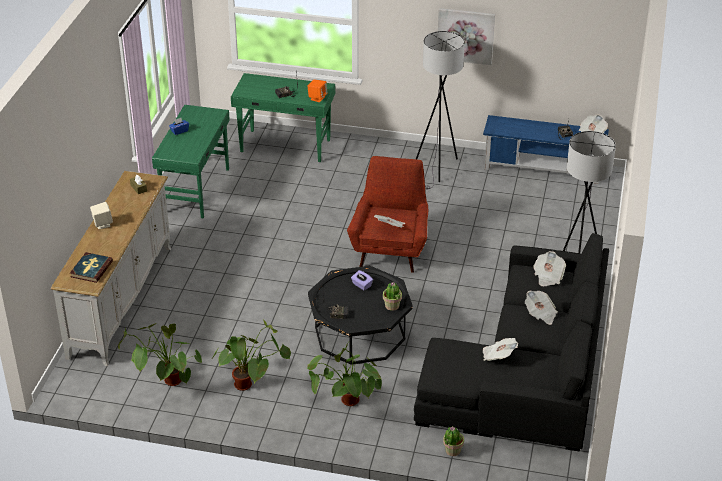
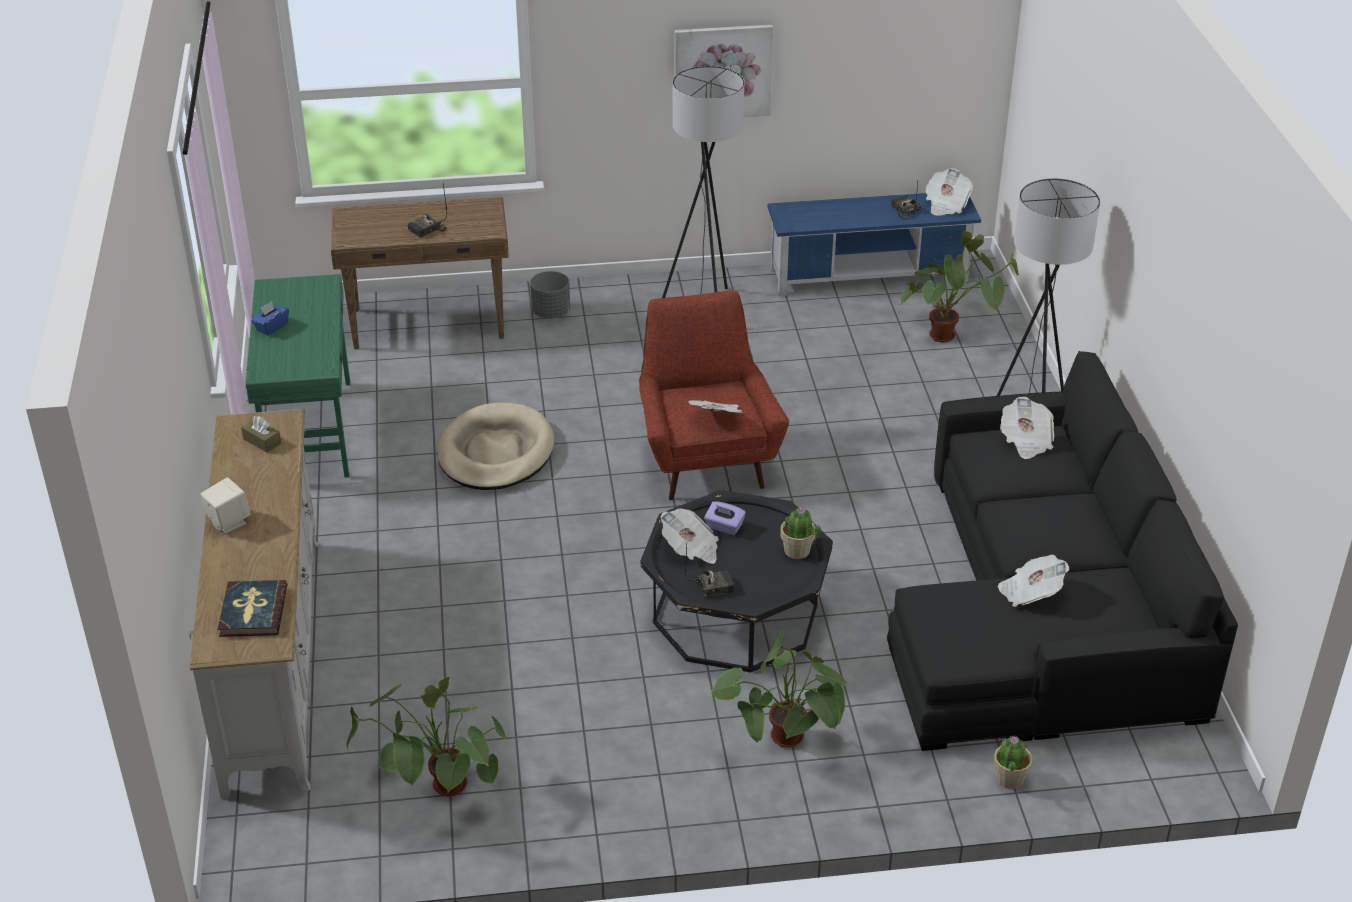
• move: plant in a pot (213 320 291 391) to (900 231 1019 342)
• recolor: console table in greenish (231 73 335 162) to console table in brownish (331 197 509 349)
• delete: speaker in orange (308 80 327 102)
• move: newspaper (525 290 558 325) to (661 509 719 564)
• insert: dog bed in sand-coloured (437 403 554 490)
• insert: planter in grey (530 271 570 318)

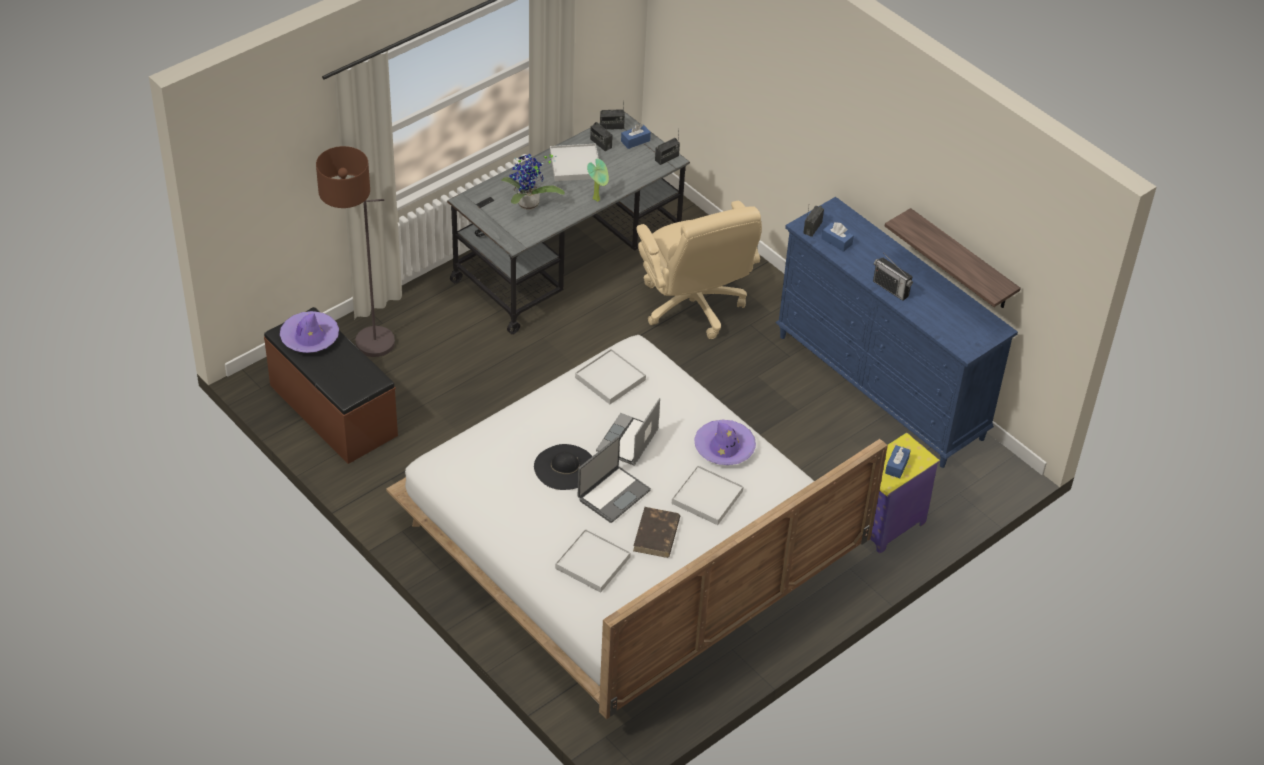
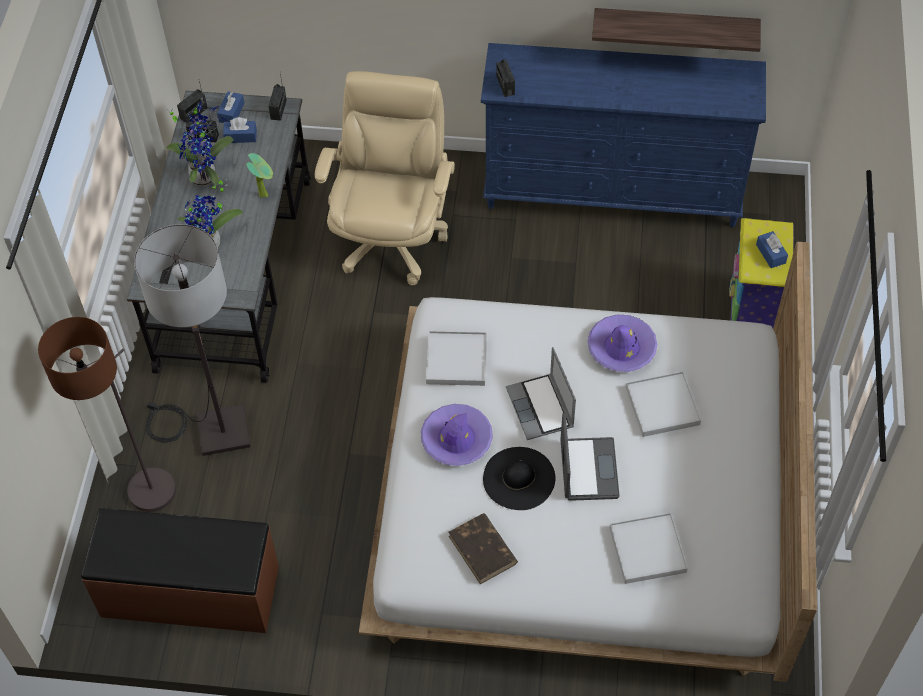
• move: clothing hat in purplish (280 311 339 353) to (421 404 493 466)
• replace: tray in white-coloured (550 144 598 181) to plant in a pot (166 102 233 186)
• move: book in brownish (633 507 680 558) to (448 513 518 584)
• rotate: desk chair in sand-coloured (637 201 762 339) = (315 71 455 285) 105 degrees counterclockwise
• move: tissue holder in bluish (821 222 854 252) to (223 117 257 143)
• delete: radio set (873 252 913 301)
• insert: floor lamp (134 224 251 456)

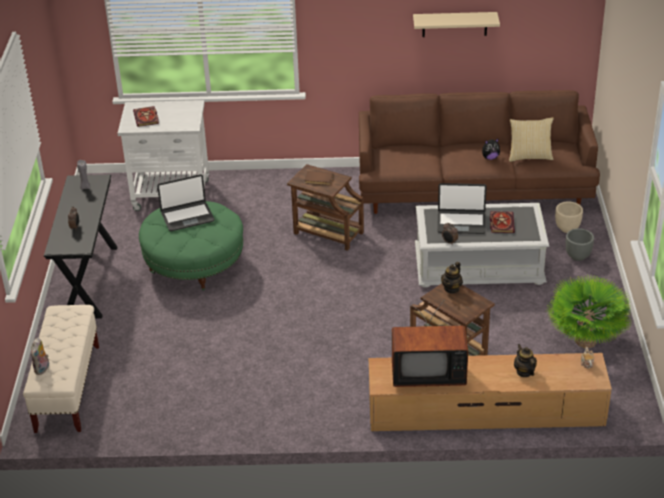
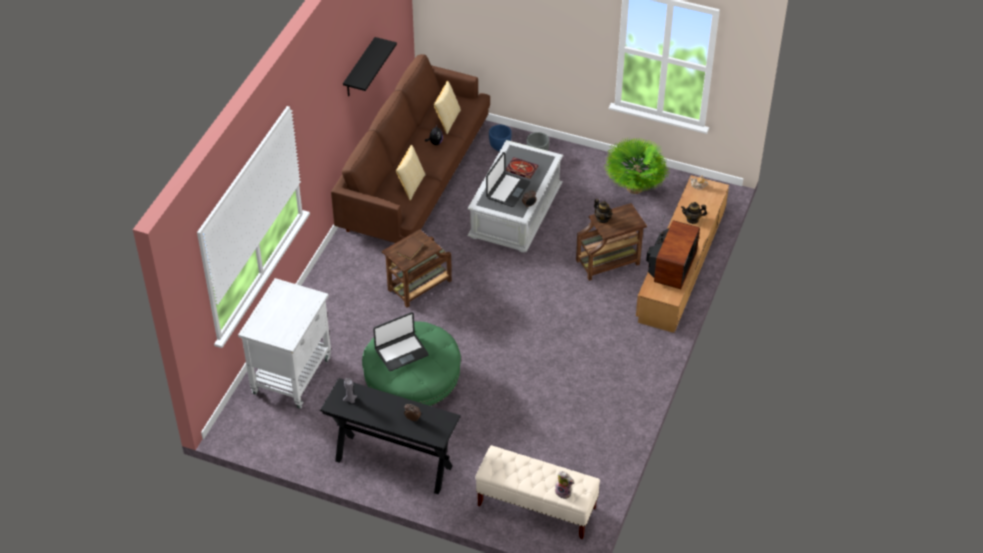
• delete: book (133 106 159 127)
• rotate: laptop (157 174 214 231) = (373 312 429 371) 60 degrees clockwise
• recolor: shelf in sand-coloured (413 12 500 37) to shelf in black (343 37 397 96)
• recolor: planter in sand-coloured (555 201 583 233) to planter in bluish (489 125 512 151)
• insert: pillow (396 145 426 201)

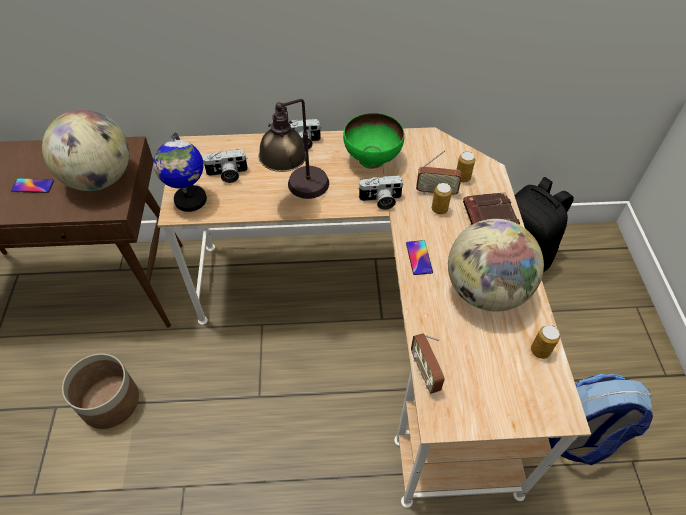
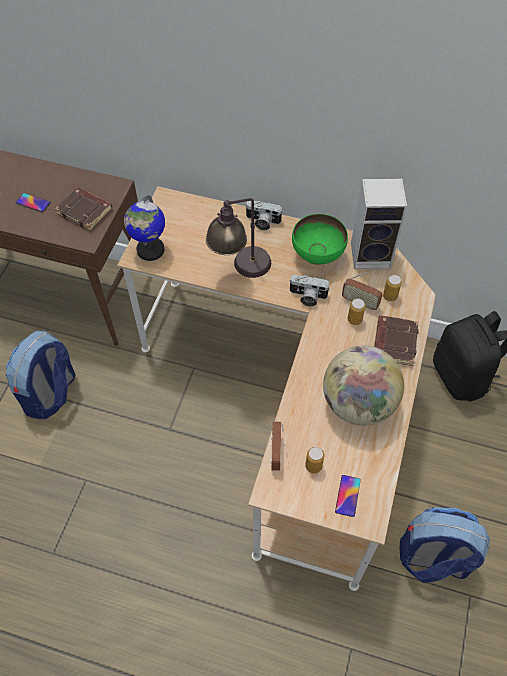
• replace: globe (42 110 129 191) to book in brownish (55 187 112 231)
• replace: planter (62 354 139 429) to knapsack (6 331 75 419)
• delete: photo camera (203 149 248 183)
• move: phone (406 240 433 275) to (335 475 361 517)
• move: sealed can (531 325 560 359) to (305 447 325 473)
• insert: speaker (351 179 407 269)

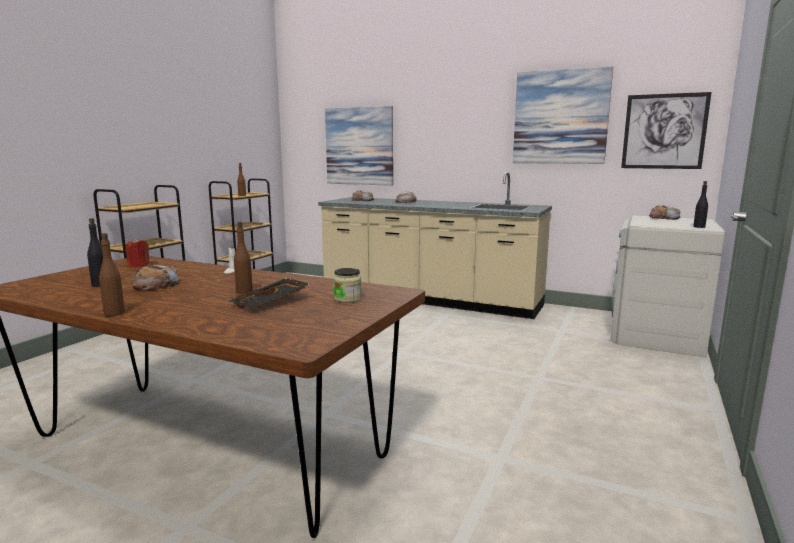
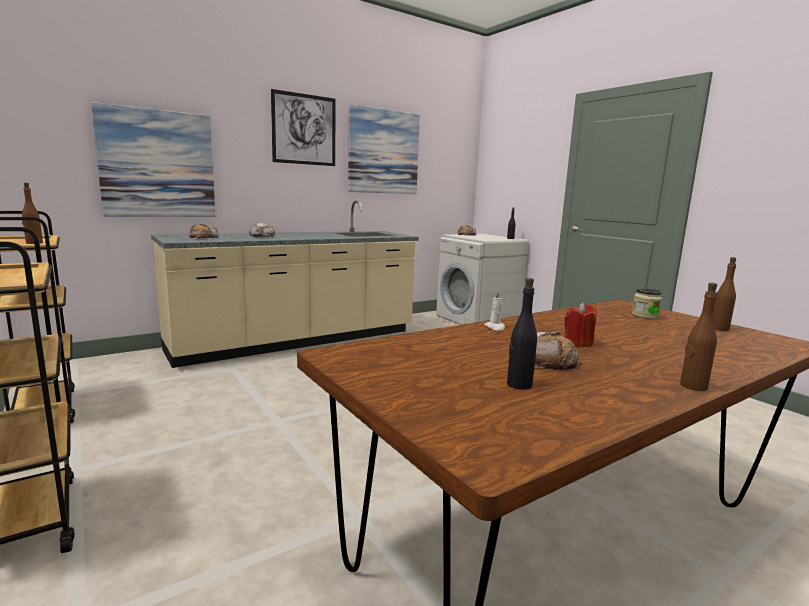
• move: candle in red-coloured (125 238 150 268) to (564 303 597 347)
• delete: tray in black (229 278 310 308)
• move: drink bottle in brownish (234 222 253 293) to (713 257 736 331)
• move: wall picture (621 92 711 169) to (271 89 336 166)

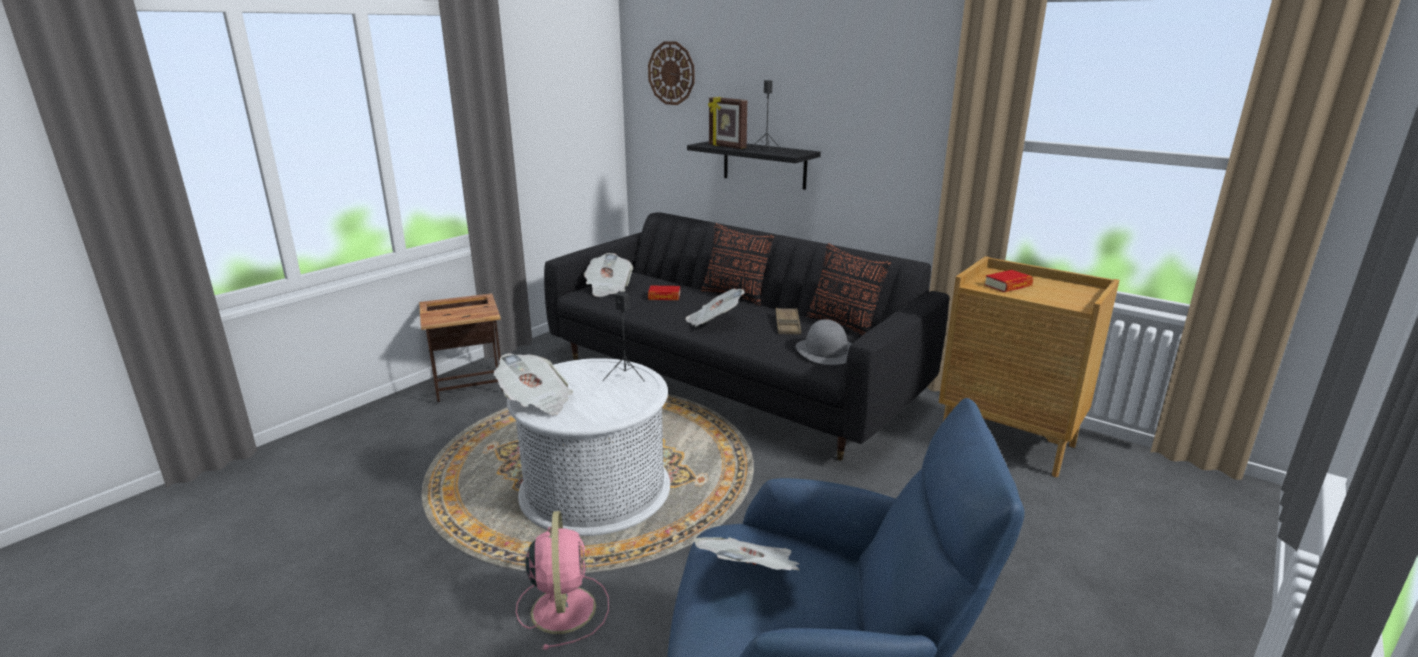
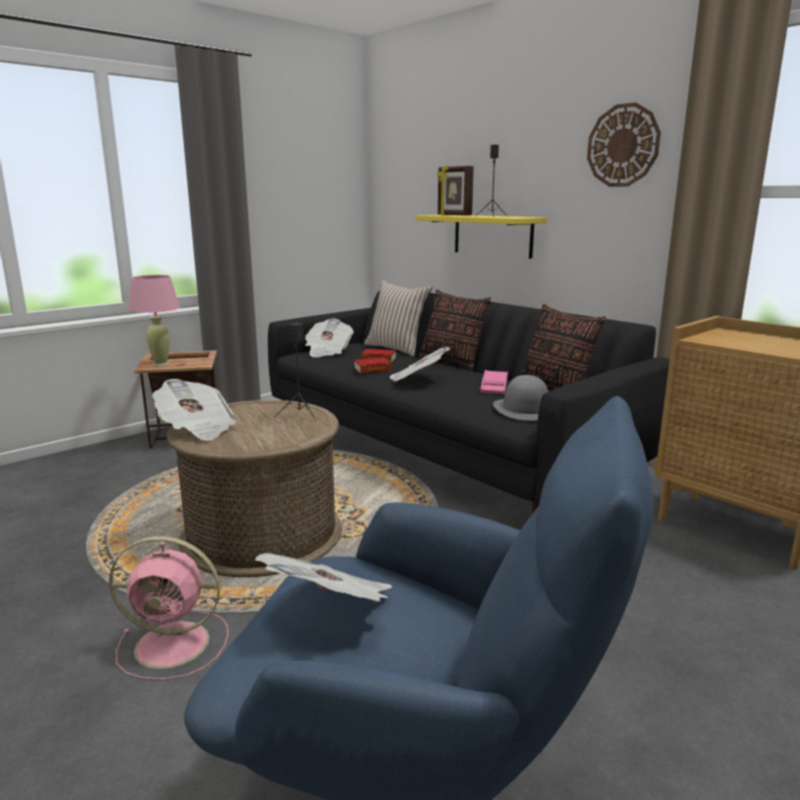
• recolor: lounge table in white-coloured (507 358 670 536) to lounge table in brownish (167 400 342 577)
• rotate: electric fan in pink-coloured (516 511 609 650) = (109 536 229 680) 90 degrees clockwise
• move: wall clock (648 41 694 105) to (587 102 661 187)
• recolor: shelf in black (687 141 821 190) to shelf in yellow-coloured (416 215 547 259)
• recolor: tray in brownish (776 308 801 335) to tray in pink-coloured (480 370 508 394)
• move: book (984 270 1033 292) to (354 358 392 374)
• insert: table lamp in pink-coloured (128 275 180 366)
• insert: pillow in sand-coloured (364 280 432 357)

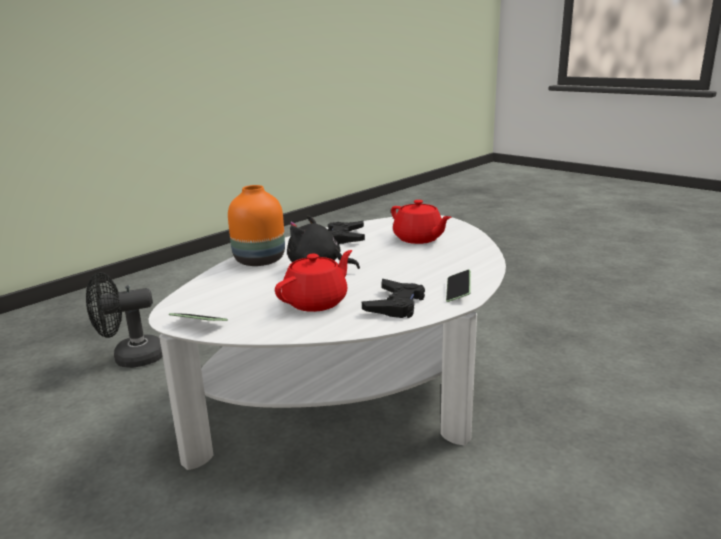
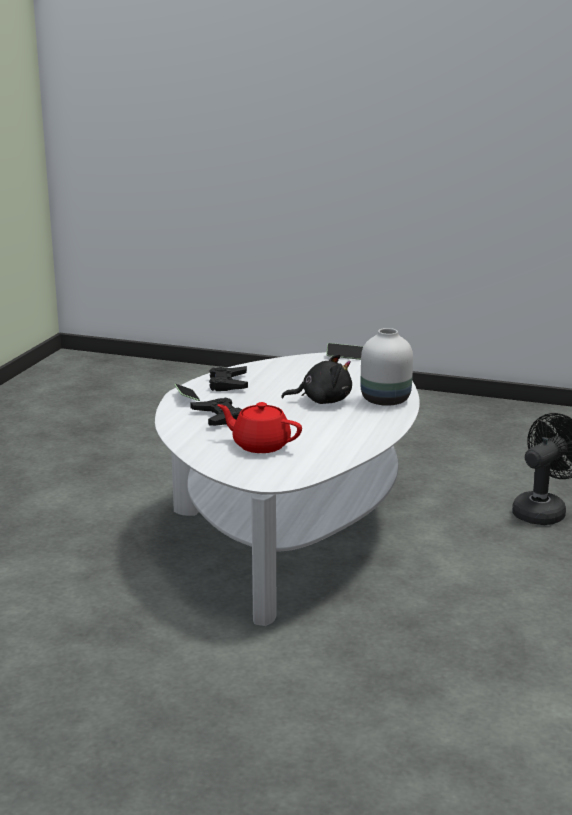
• recolor: vase in orange (228 185 285 266) to vase in white-coloured (361 328 413 406)
• delete: pot for tea in red-coloured (275 250 352 312)
• move: gamepad in black (328 220 365 244) to (190 398 242 426)

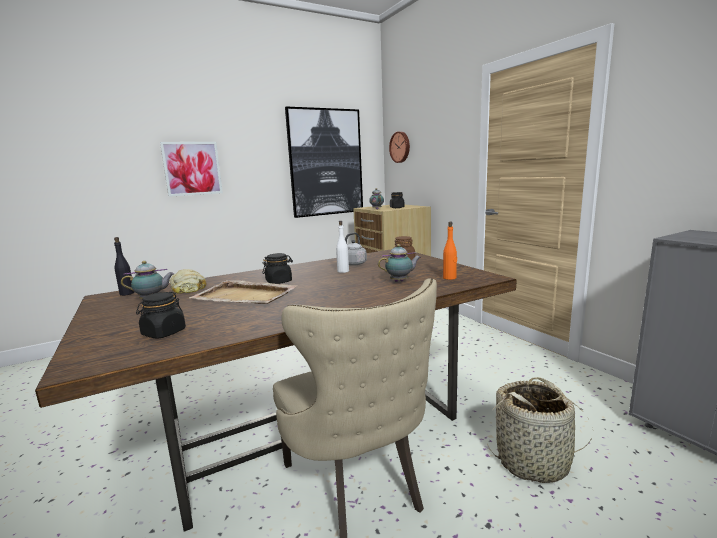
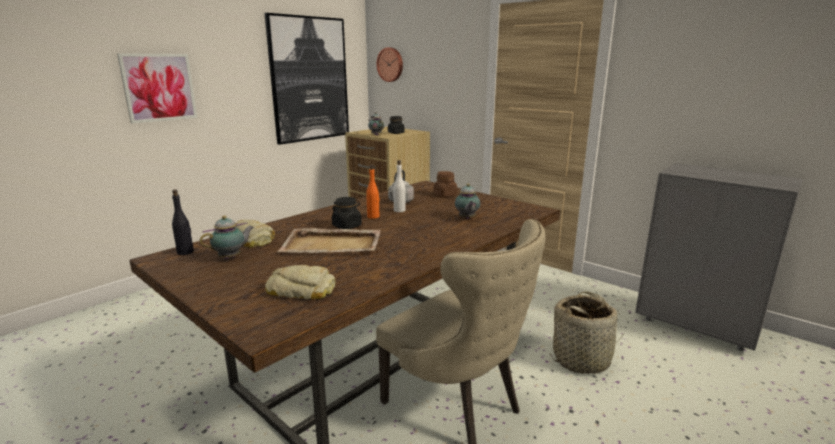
• replace: storage jar in black (136 292 186 339) to baked bread (265 265 336 299)
• rotate: pot for tea (378 244 421 282) = (455 184 480 219) 120 degrees clockwise
• move: drink bottle in orange (443 221 457 280) to (366 164 380 219)

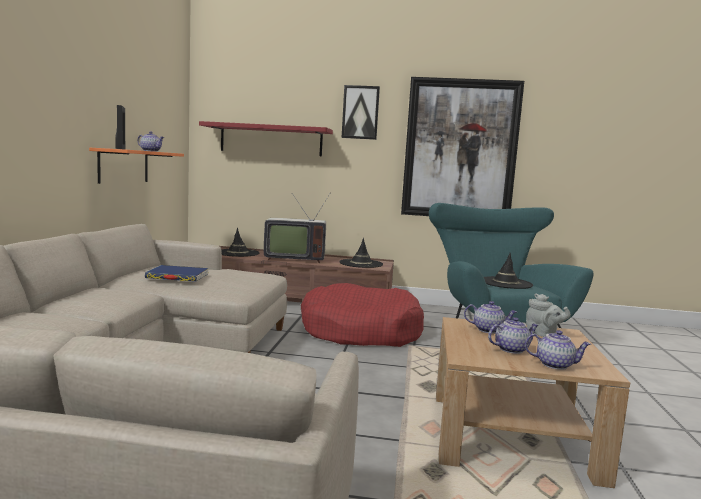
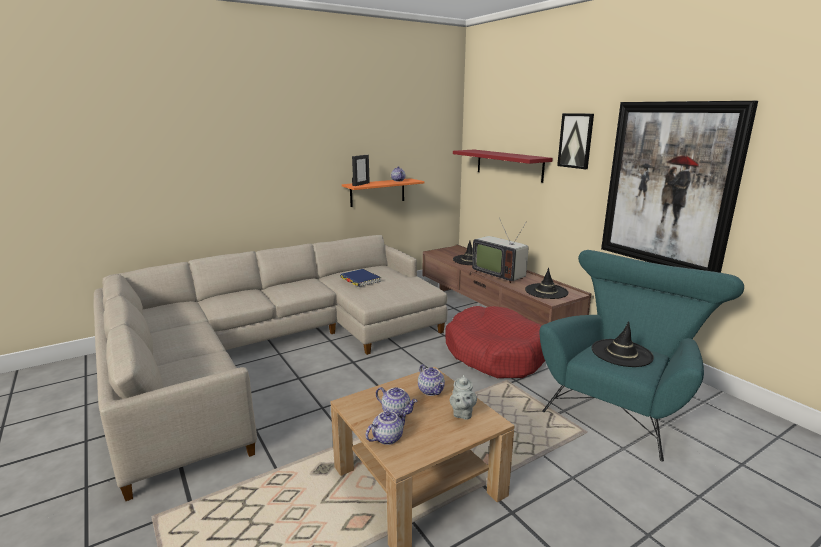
• rotate: pot for tea (525 330 591 370) = (366 408 408 445) 105 degrees counterclockwise

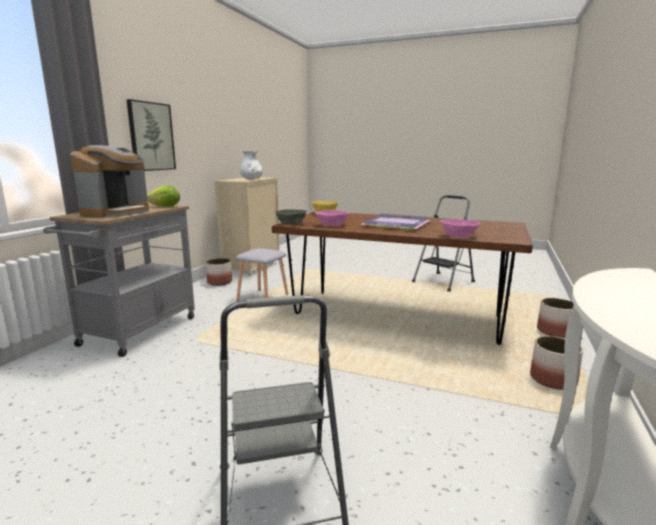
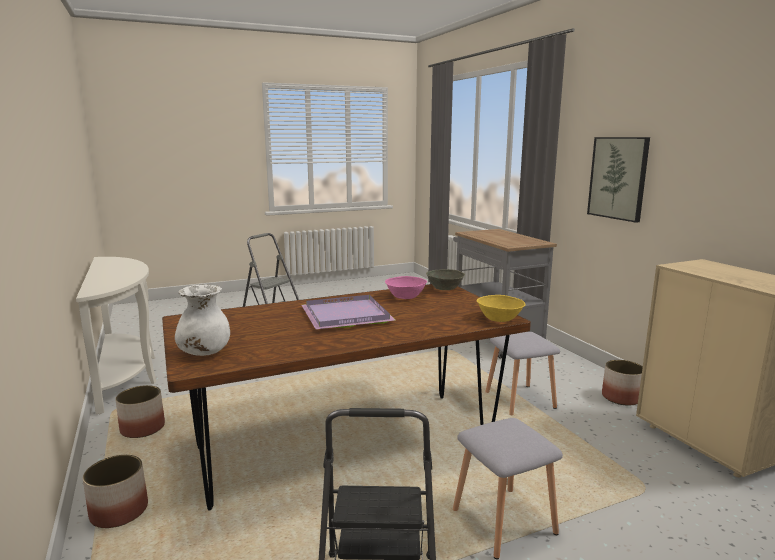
• delete: coffee maker (70 145 149 218)
• delete: lettuce head (147 185 180 207)
• move: vase in white-coloured (240 151 263 180) to (175 285 230 356)
• delete: bowl in pink-coloured (441 219 480 238)
• insert: stool seat in grey (453 418 563 559)

